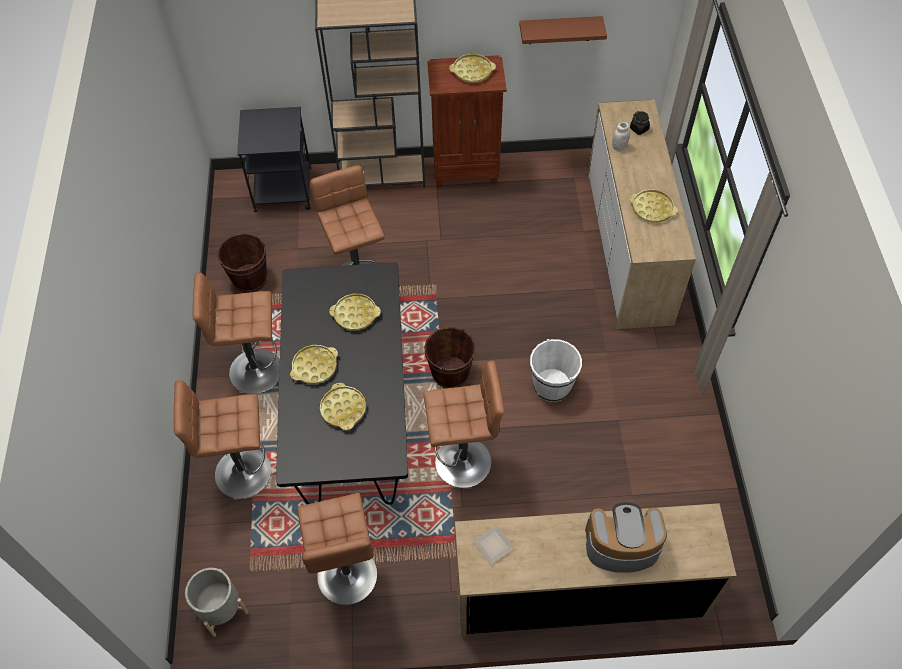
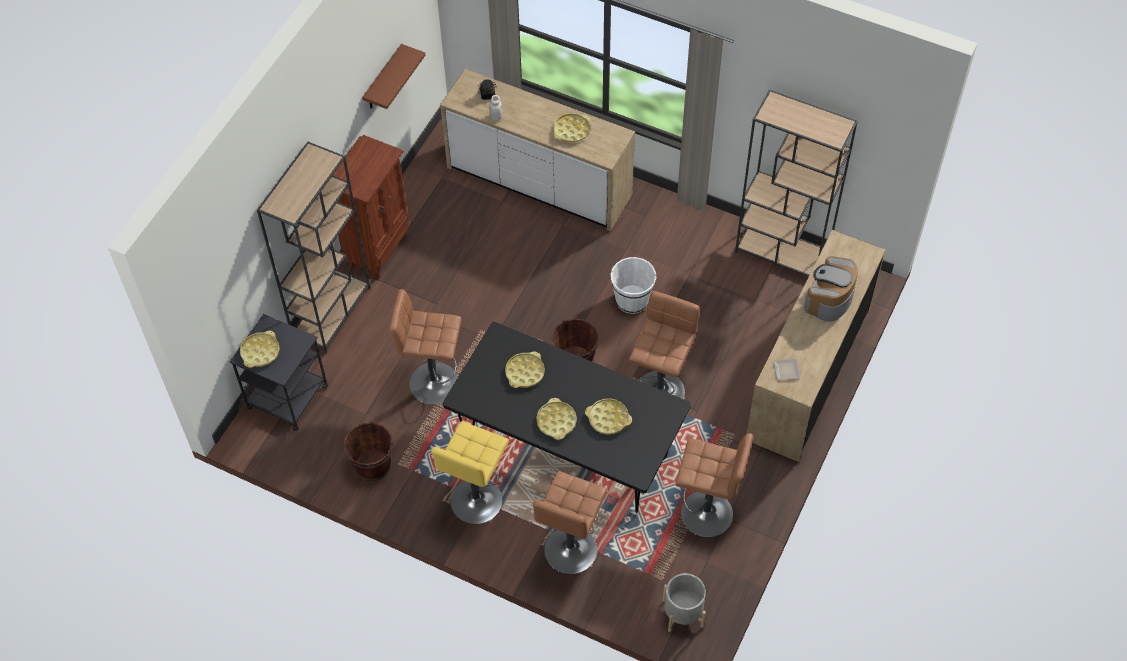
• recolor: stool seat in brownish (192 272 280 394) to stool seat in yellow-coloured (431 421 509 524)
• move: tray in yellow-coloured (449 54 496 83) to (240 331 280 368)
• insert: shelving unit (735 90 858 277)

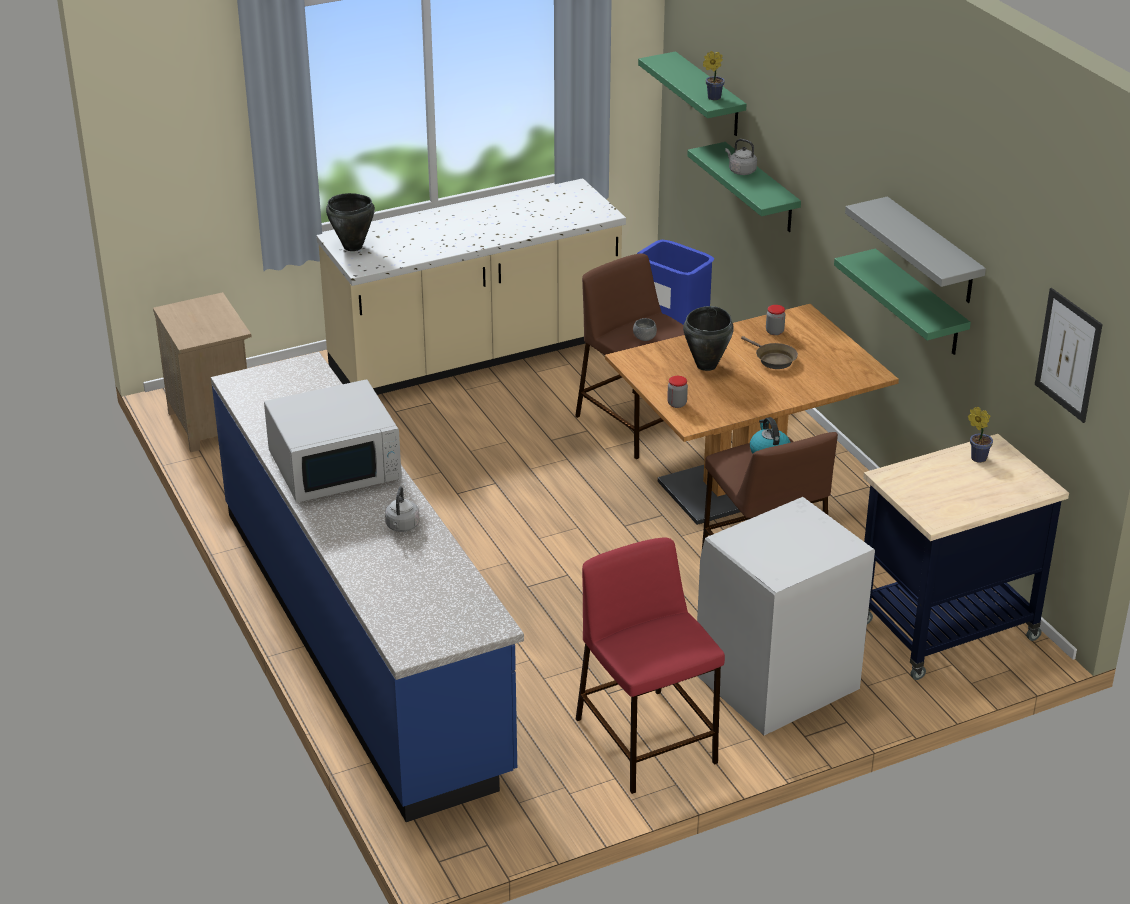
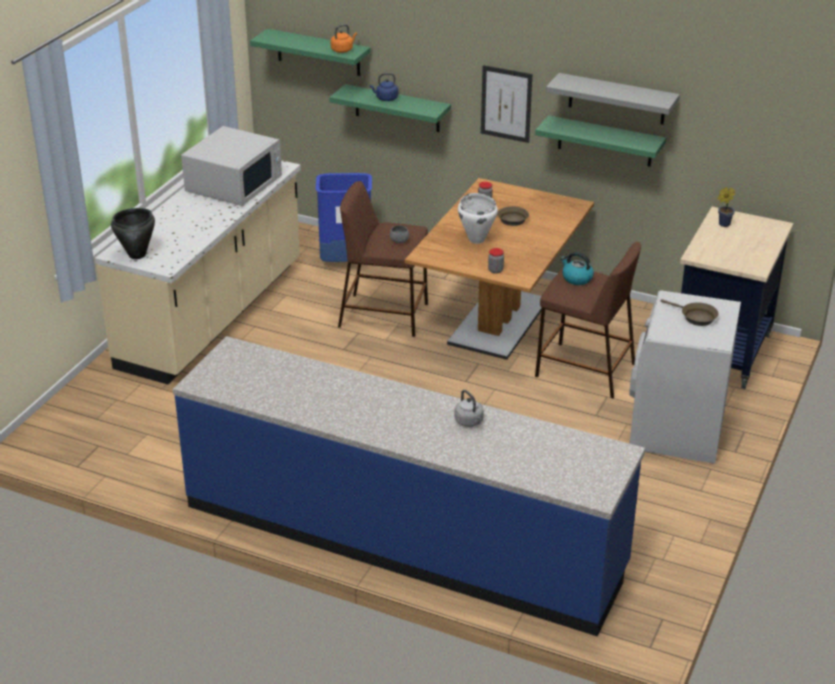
• delete: bedside table in sand-coloured (153 292 252 452)
• move: kitchen microwave in white-coloured (264 379 402 502) to (181 126 282 206)
• delete: stool seat in red-coloured (576 537 725 794)
• recolor: stockpot in black (683 306 734 371) to stockpot in white-coloured (458 193 498 244)
• replace: plant in a pot (703 51 725 100) to water kettle in orange (331 24 357 53)
• recolor: water kettle in grey (725 139 757 175) to water kettle in bluish (370 73 398 101)
• move: wall picture (1035 288 1103 423) to (481 65 532 143)
• insert: pan in brownish (661 299 719 326)

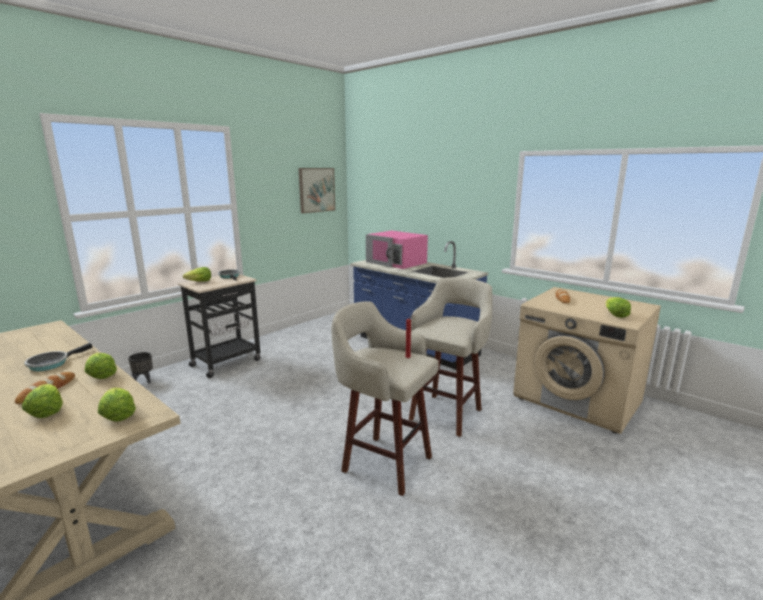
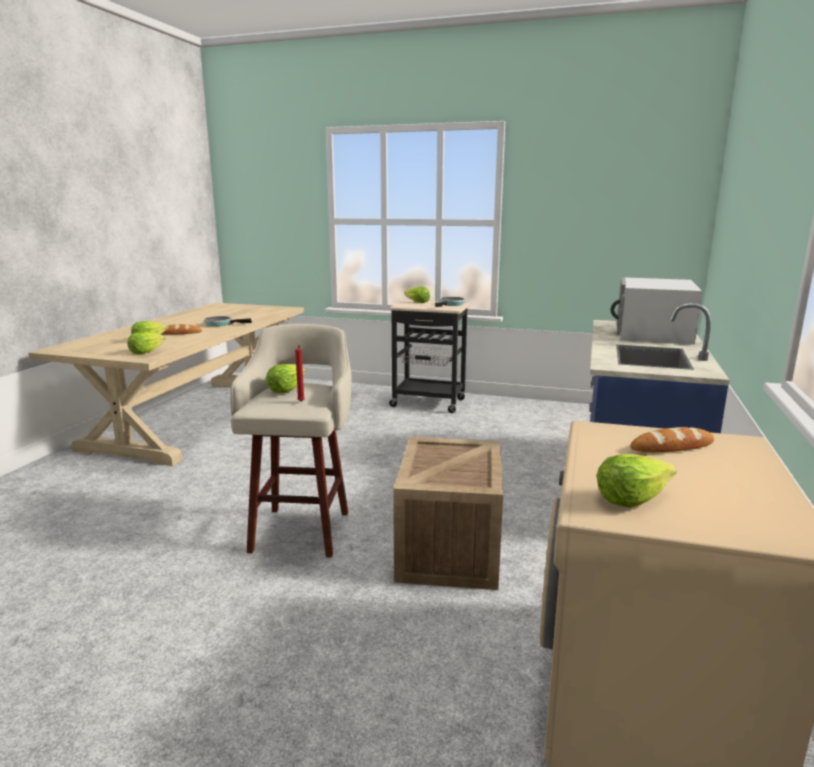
• move: lettuce head (85 353 117 379) to (266 364 305 393)
• delete: planter in black (128 352 153 384)
• delete: wall picture (298 168 335 213)
• recolor: kitchen microwave in pink-coloured (366 231 428 269) to kitchen microwave in white-coloured (611 277 702 345)
• replace: stool seat in sand-coloured (409 277 492 437) to shipping crate (393 437 503 590)

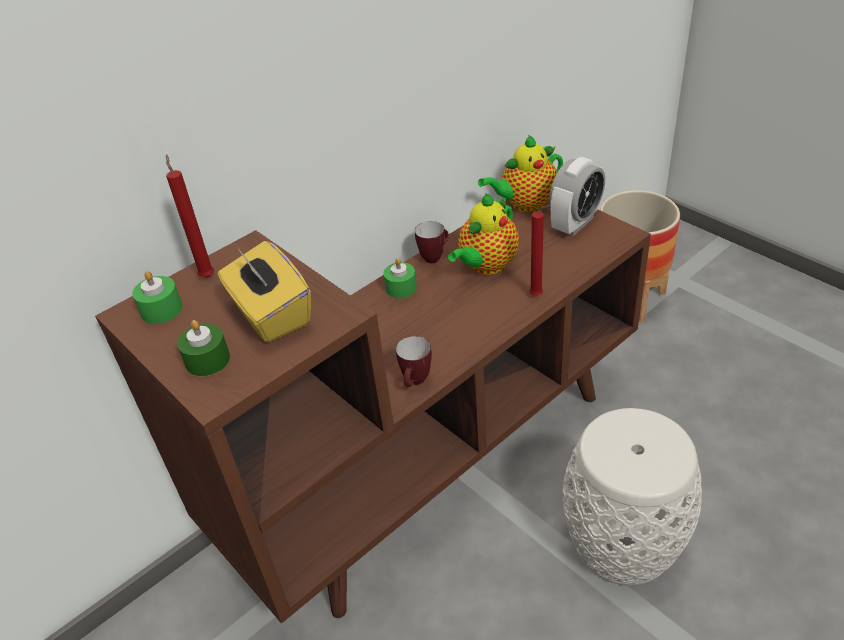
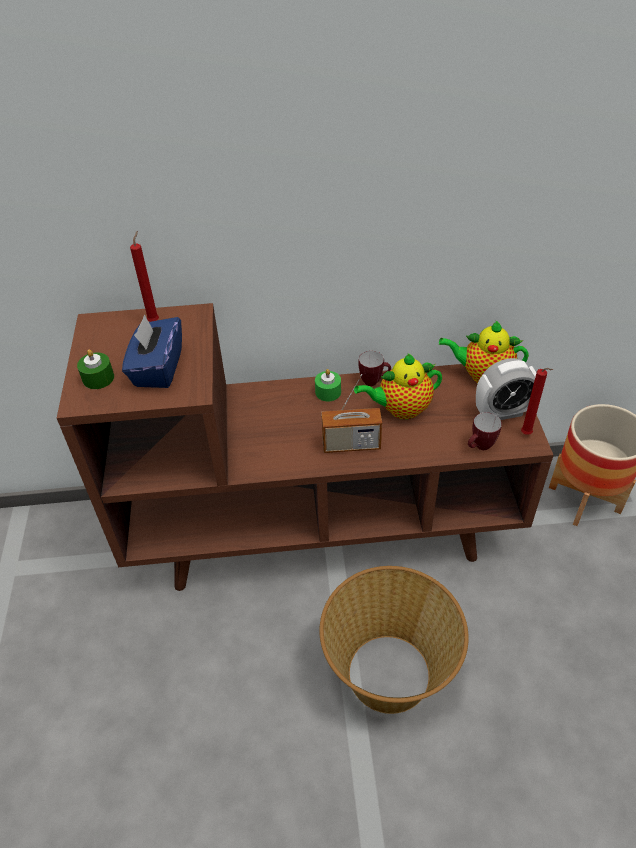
• delete: candle in greenish (132 271 182 324)
• recolor: tissue holder in yellow-coloured (218 241 311 343) to tissue holder in bluish (122 315 182 388)
• move: mug (396 336 432 387) to (468 413 502 450)
• move: candle in red-coloured (529 205 551 296) to (521 368 553 435)
• replace: stool seat in white-coloured (563 408 702 586) to household basket (319 566 469 714)
• insert: radio set (321 374 382 453)

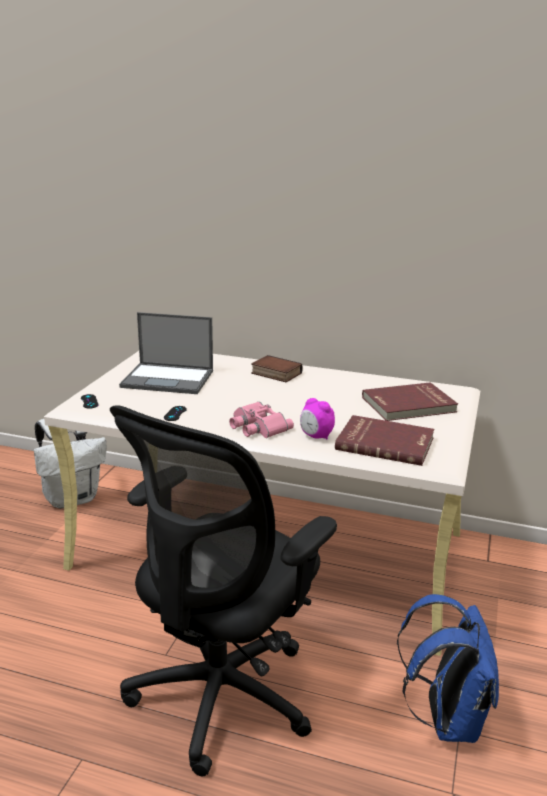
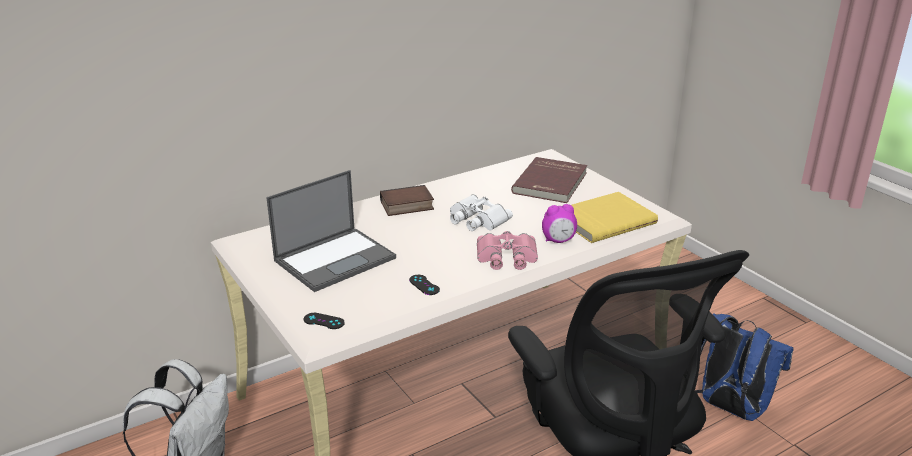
• recolor: book in red-coloured (335 415 435 466) to book in yellow-coloured (571 192 658 243)
• insert: field glasses in white-coloured (450 194 513 231)

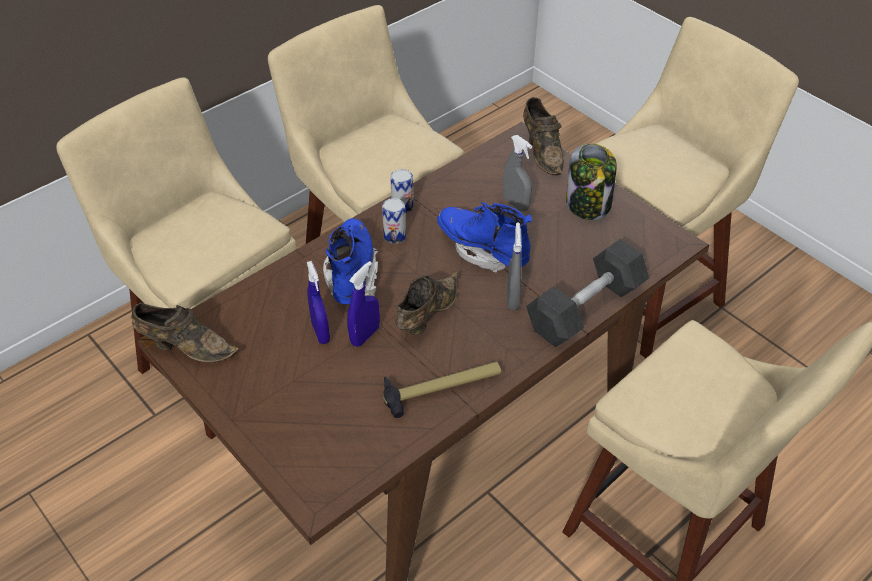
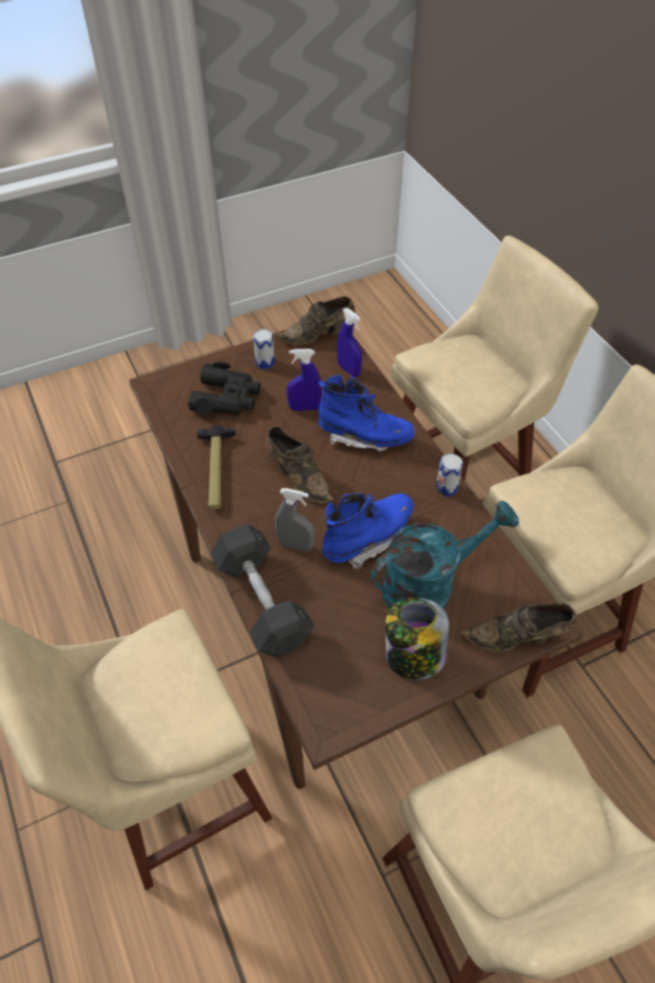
• rotate: shoe in brownish (131 303 239 363) = (276 296 355 345) 45 degrees clockwise
• move: hand sprayer in bluish (347 261 380 347) to (337 308 362 377)
• move: sealed can (382 198 406 244) to (253 329 275 369)
• replace: hand sprayer in grey (503 135 532 212) to watering pot in blue-green (371 501 519 609)
• insert: field glasses in black (187 362 260 415)

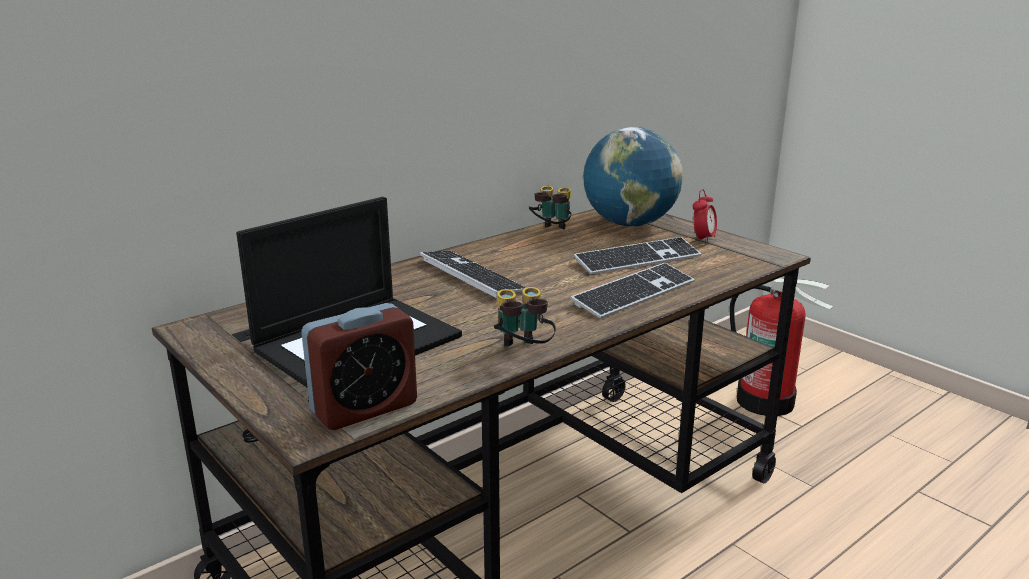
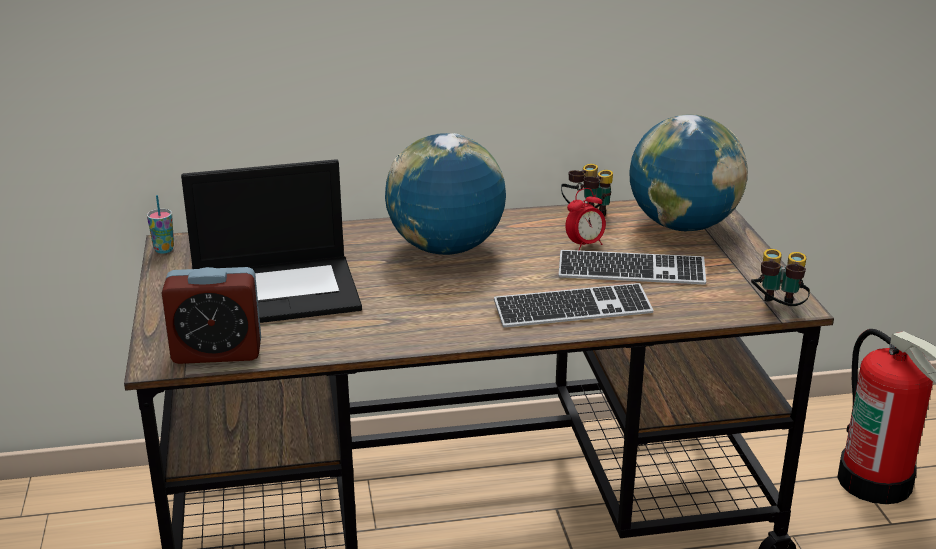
• replace: keyboard (420 251 526 298) to globe (385 133 506 255)
• move: field glasses (494 287 556 347) to (751 249 810 306)
• move: table clock (693 189 717 244) to (566 188 606 251)
• insert: drinking cup (147 195 174 254)

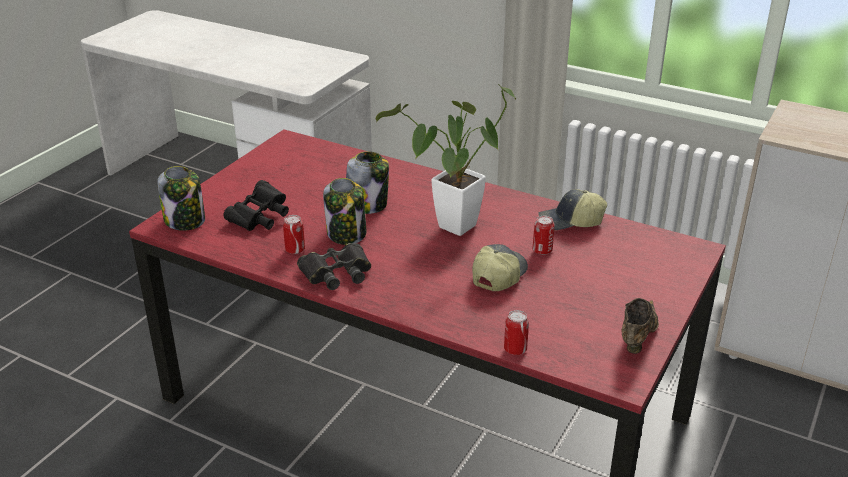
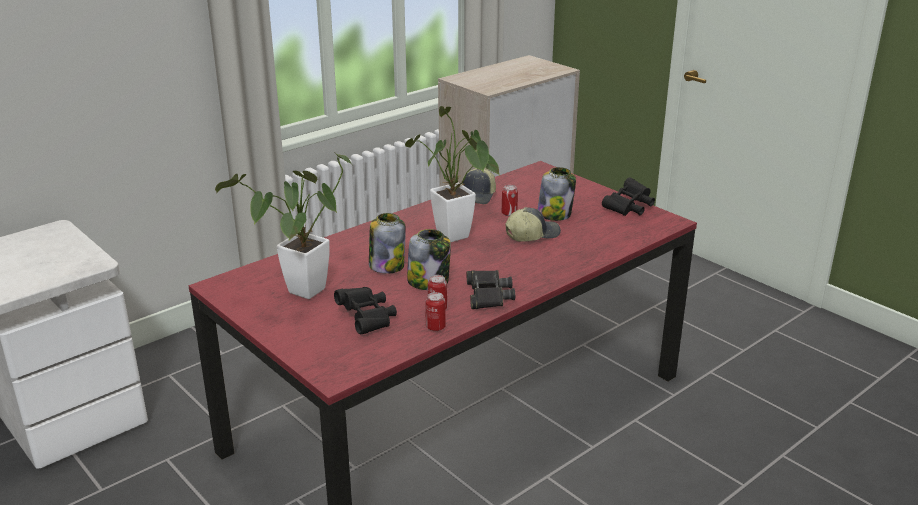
• move: storage jar (157 166 205 231) to (537 167 576 221)
• rotate: baseball cap (472 244 528 291) = (505 207 561 242) 105 degrees clockwise
• move: sealed can (504 310 529 355) to (425 292 446 331)
• replace: shoe in brownish (622 298 659 354) to field glasses in black (602 177 655 216)
• insert: plant in a pot (215 151 354 299)

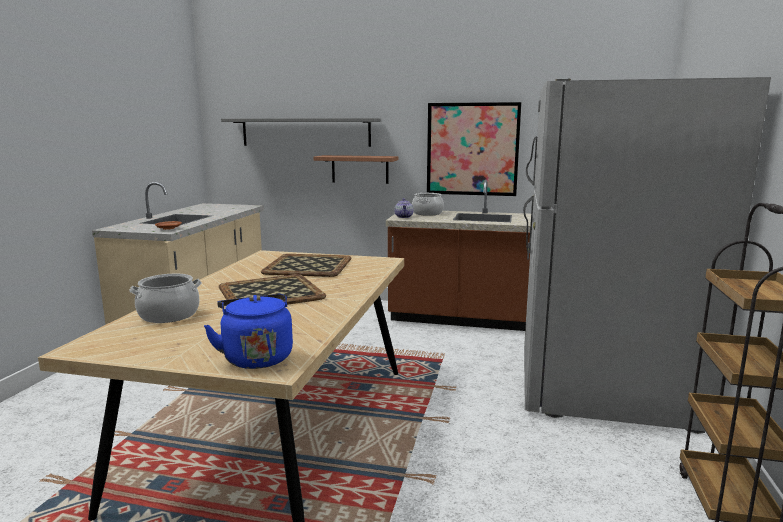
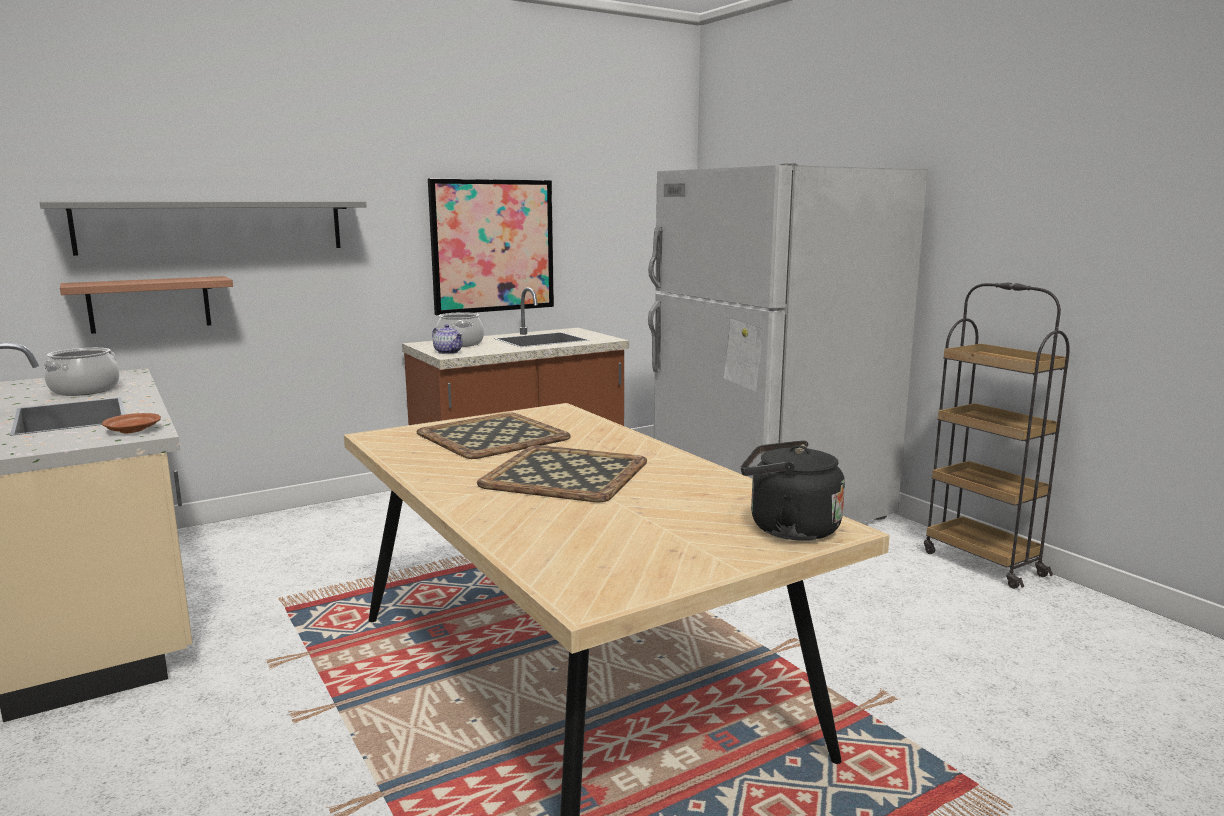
• move: stockpot (129 274 202 323) to (44 348 120 396)
• recolor: water kettle in bluish (204 294 293 369) to water kettle in black (741 440 845 541)
• move: shelf (313 155 398 184) to (60 276 233 334)

